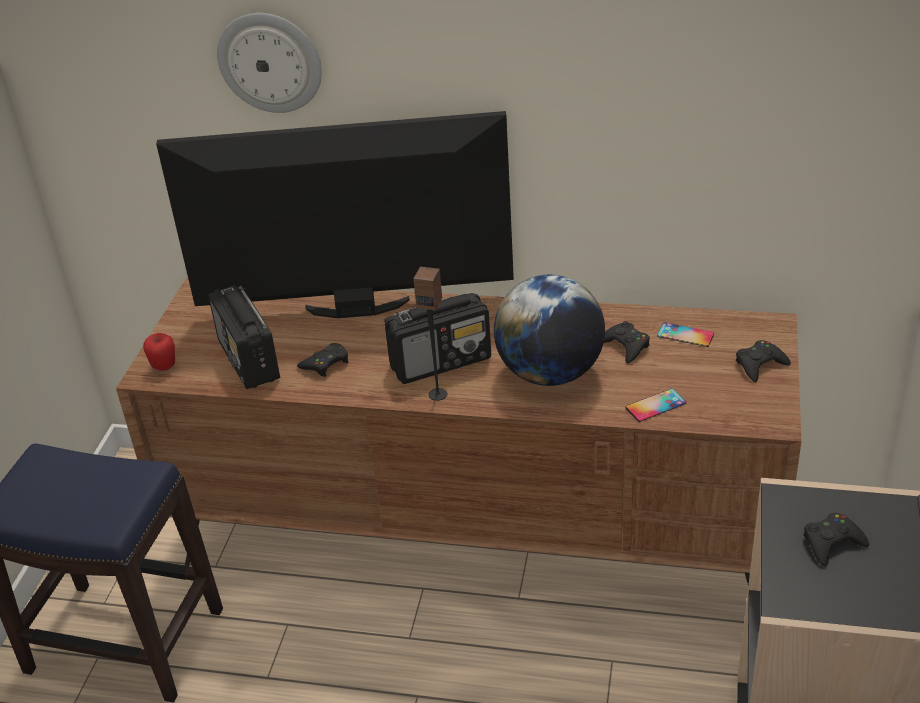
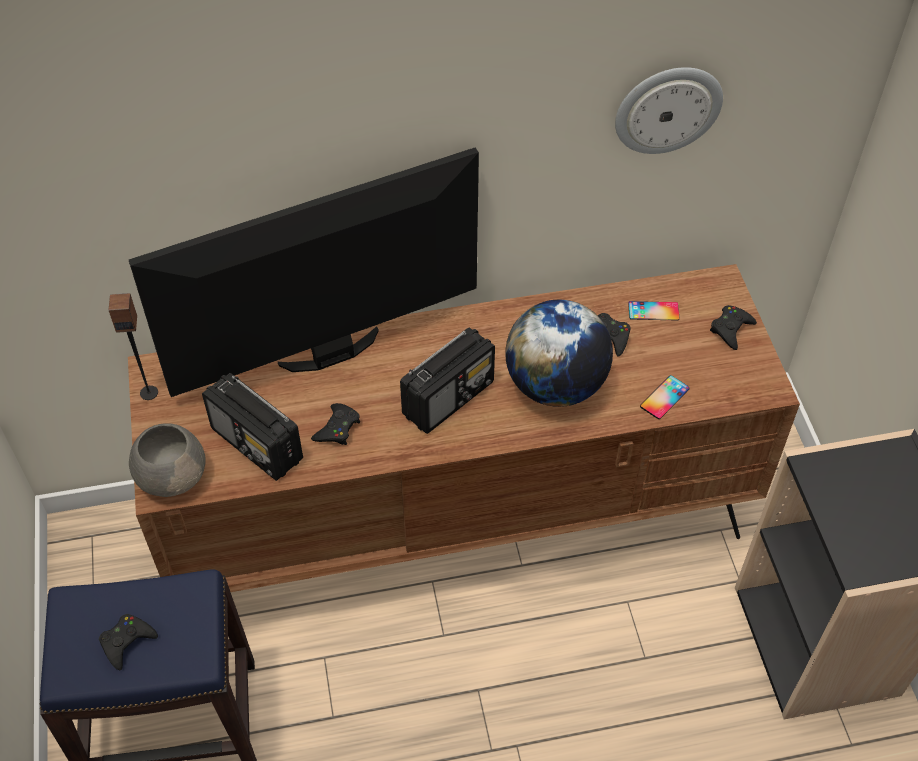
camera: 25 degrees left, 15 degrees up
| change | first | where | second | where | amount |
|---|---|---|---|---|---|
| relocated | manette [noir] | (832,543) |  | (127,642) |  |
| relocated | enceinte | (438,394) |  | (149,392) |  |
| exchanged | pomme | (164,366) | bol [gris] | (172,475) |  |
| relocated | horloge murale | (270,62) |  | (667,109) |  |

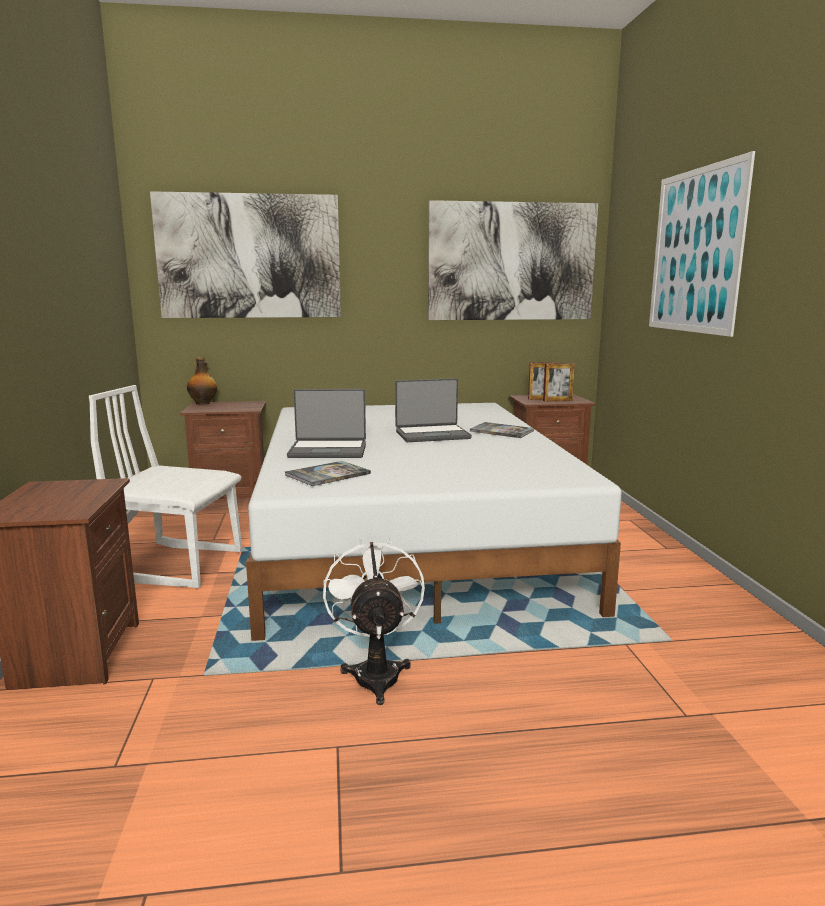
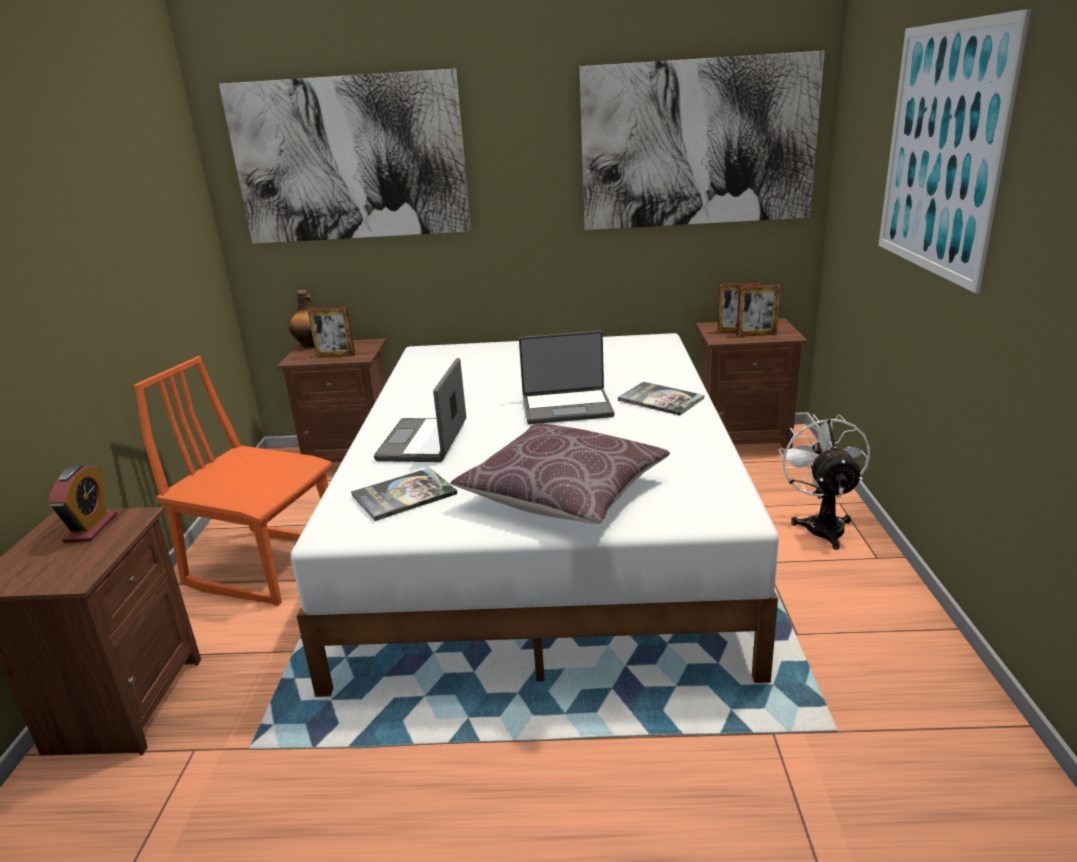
camera: 10 degrees right, 10 degrees up
| change | first | where | second | where | amount |
|---|---|---|---|---|---|
| appeared |  |  | réveil | (91,528) |  |
| colour | chaise [blanc] | (178,564) | chaise [orange] | (266,565) |  |
| appeared |  |  | cadre photo | (335,356) |  |
| spun | ordinateur portable | (328,450) |  | (425,442) | 90 degrees clockwise |
| appeared |  |  | coussin [marron] | (563,493) |  |
| relocated | ventilateur [blanc] | (376,672) |  | (821,525) |  |

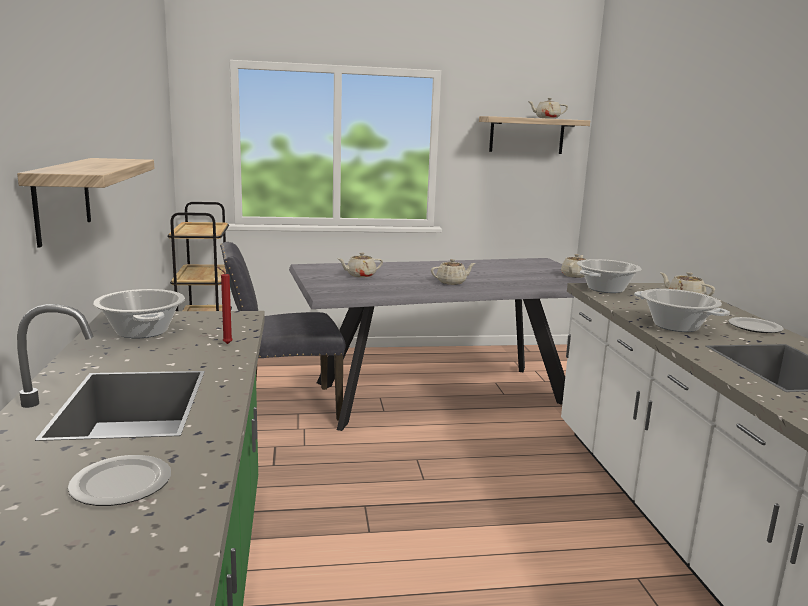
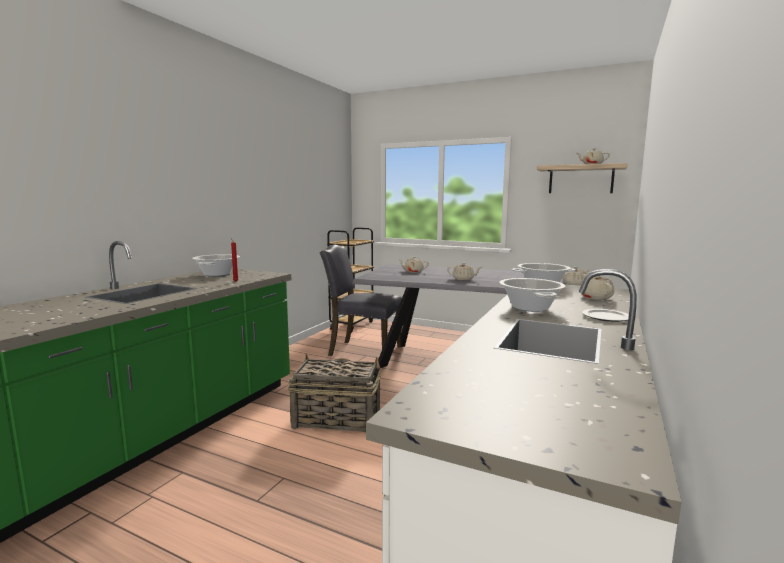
camera: 35 degrees right, 5 degrees down
| change | first | where | second | where | amount |
|---|---|---|---|---|---|
| appeared |  |  | panier | (336,419) |  |
| missing | étagère | (62,199) |  |  |  |
| missing | assiette | (120,485) |  |  |  |

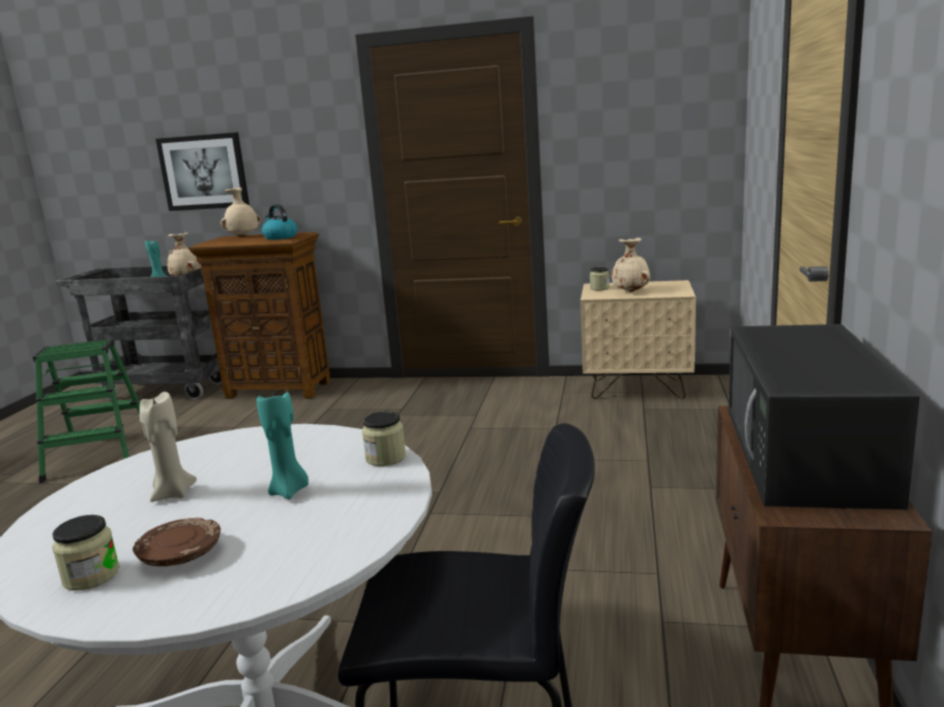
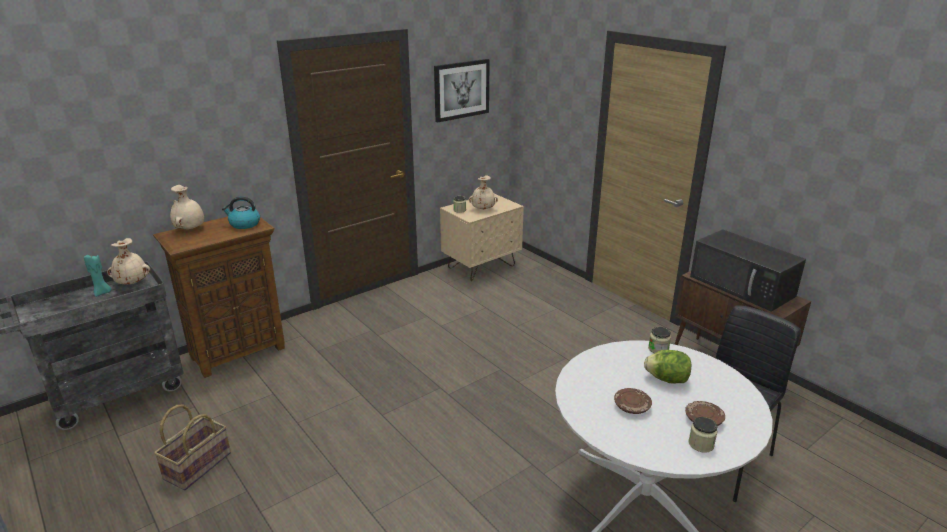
camera: 50 degrees left, 10 degrees up
| change | first | where | second | where | amount |
|---|---|---|---|---|---|
| exchanged | escabeau [vert] | (99,452) | panier | (197,465) |  |
| relocated | tableau | (204,172) |  | (461,90) |  |
| exchanged | bougie [beige] | (172,494) | assiette [marron] | (632,406) |  |
| exchanged | bougie [turquoise] | (289,491) | laitue | (667,379) |  |

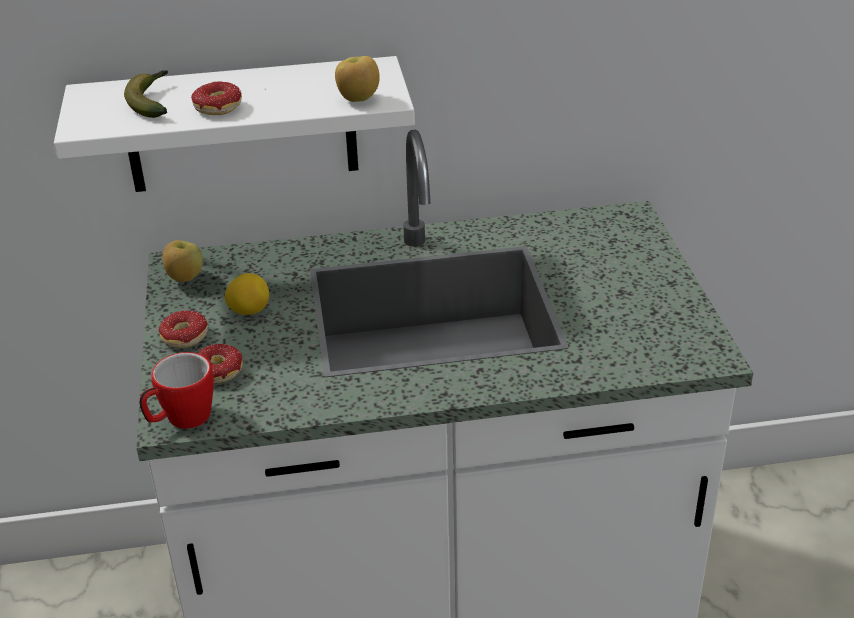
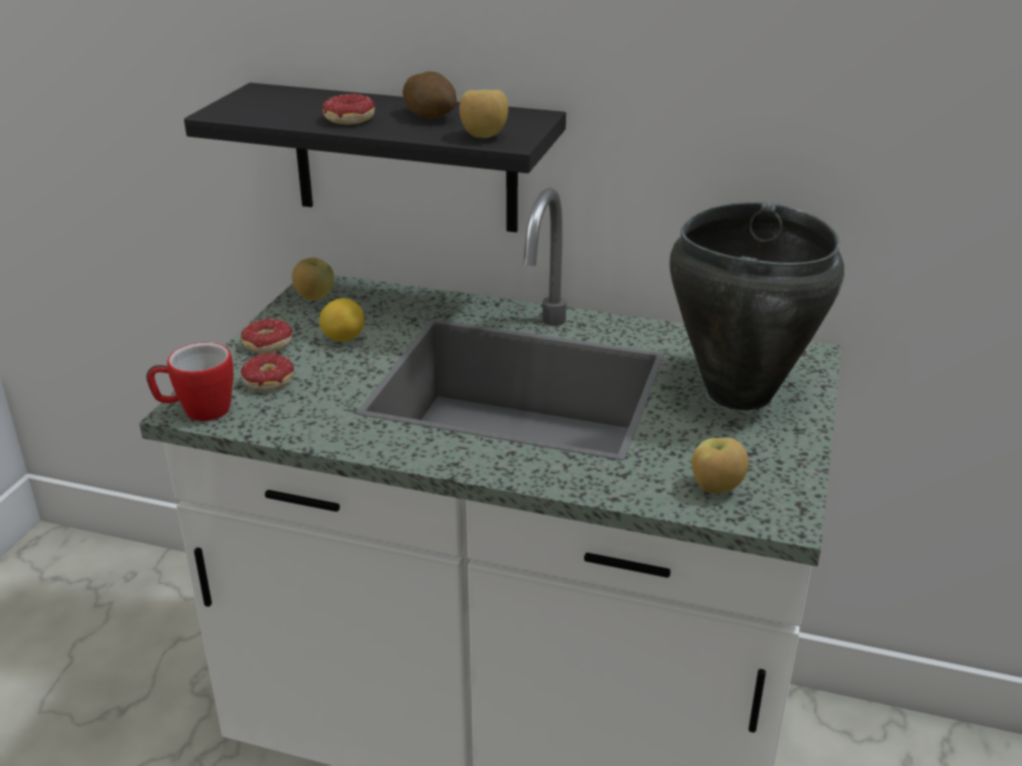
camera: 25 degrees right, 5 degrees down
| change | first | where | second | where | amount |
|---|---|---|---|---|---|
| colour | étagère [blanc] | (241,126) | étagère [noir] | (404,158) |  |
| appeared |  |  | pomme de terre | (431,116) |  |
| appeared |  |  | marmite [noir] | (737,393) |  |
| appeared |  |  | pomme | (716,488) |  |
| missing | banane | (152,101) |  |  |  |

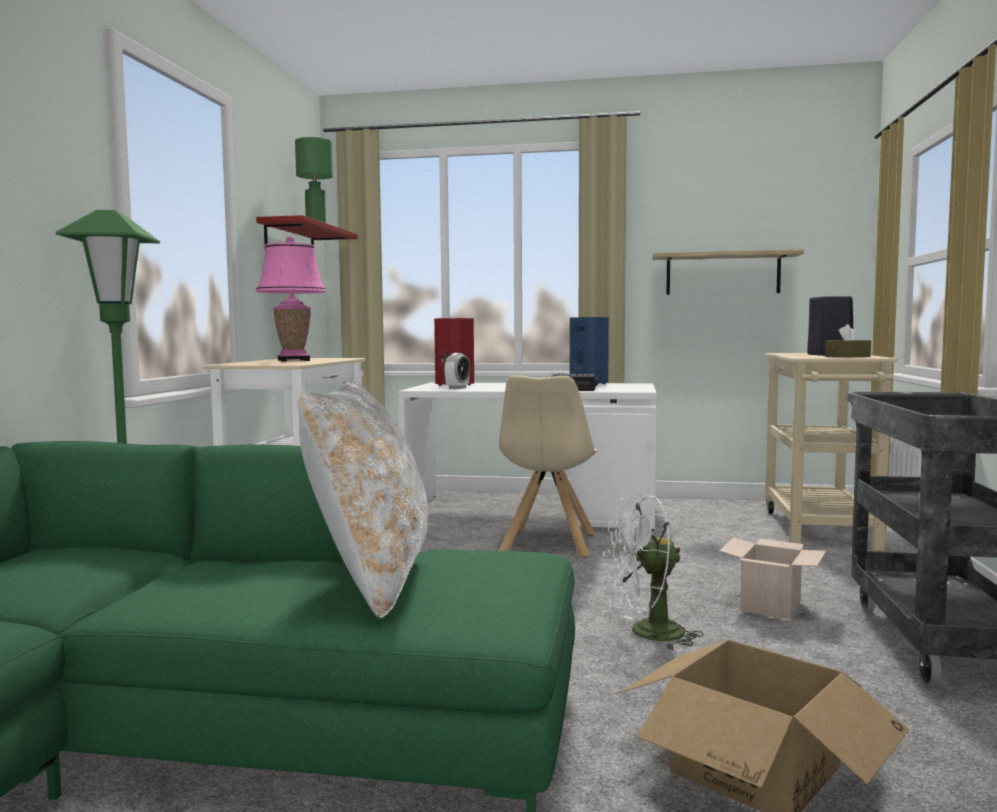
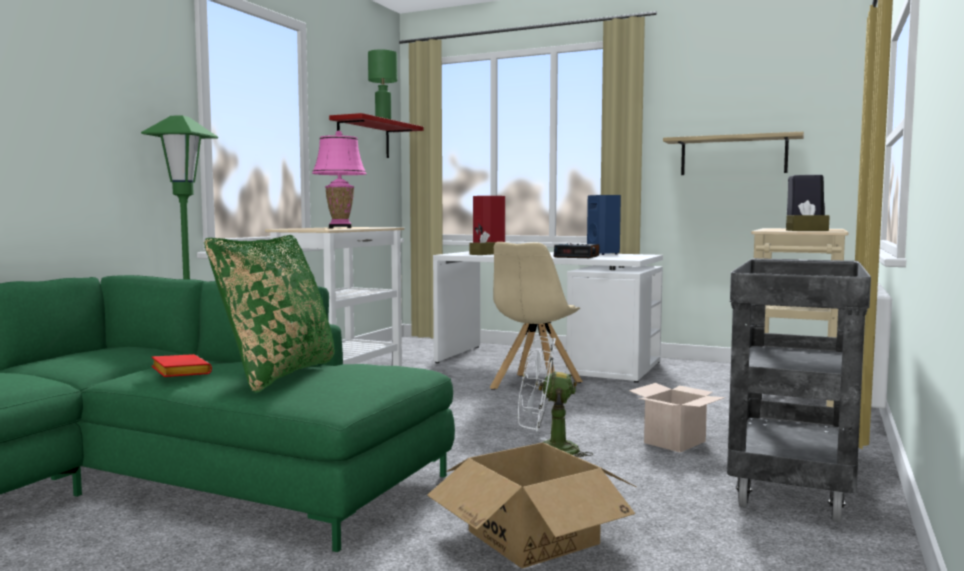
camera: 15 degrees right, 0 degrees up
| change | first | where | second | where | amount |
|---|---|---|---|---|---|
| appeared |  |  | livre [rouge] | (178,372) |  |
| colour | coussin [blanc] | (372,582) | coussin [vert] | (279,375) |  |
| exchanged | réveil | (457,388) | boîte à mouchoirs [marron] | (483,254) |  |

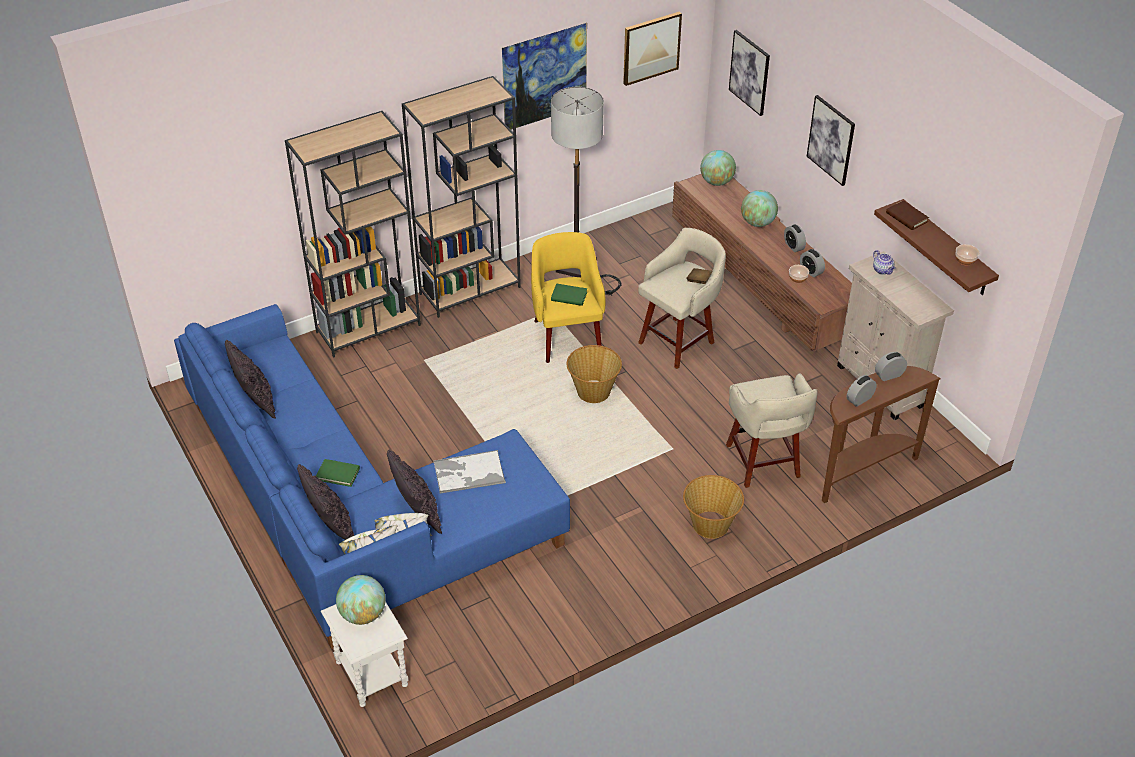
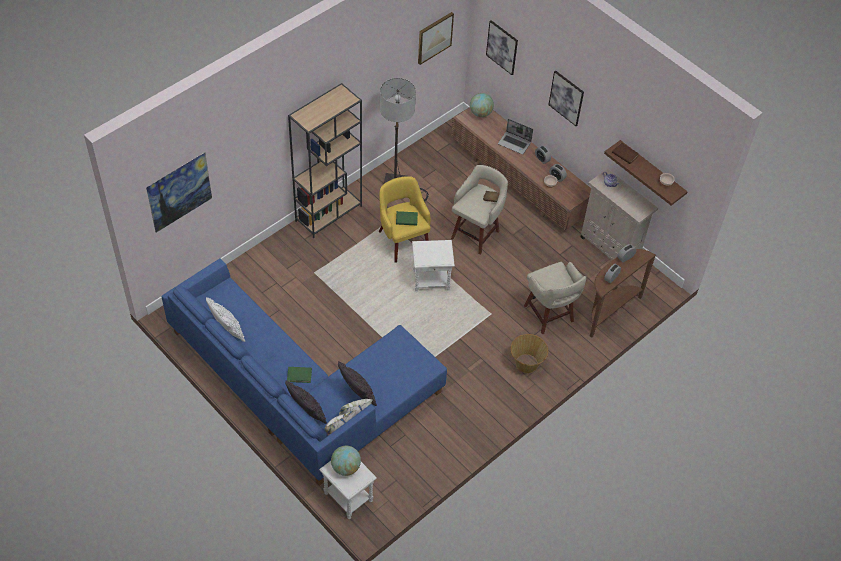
camera: 15 degrees left, 10 degrees up
| change | first | where | second | where | amount |
|---|---|---|---|---|---|
| relocated | tableau | (545,98) |  | (182,204) |  |
| colour | coussin [noir] | (256,400) | coussin [blanc] | (228,330) |  |
| exchanged | panier | (593,391) | table d'appoint [blanc] | (431,279) |  |
| exchanged | globe | (757,223) | ordinateur portable | (515,143) |  |
| missing | bibliothèque | (368,328) |  |  |  |
| missing | plateau | (468,473) |  |  |  |

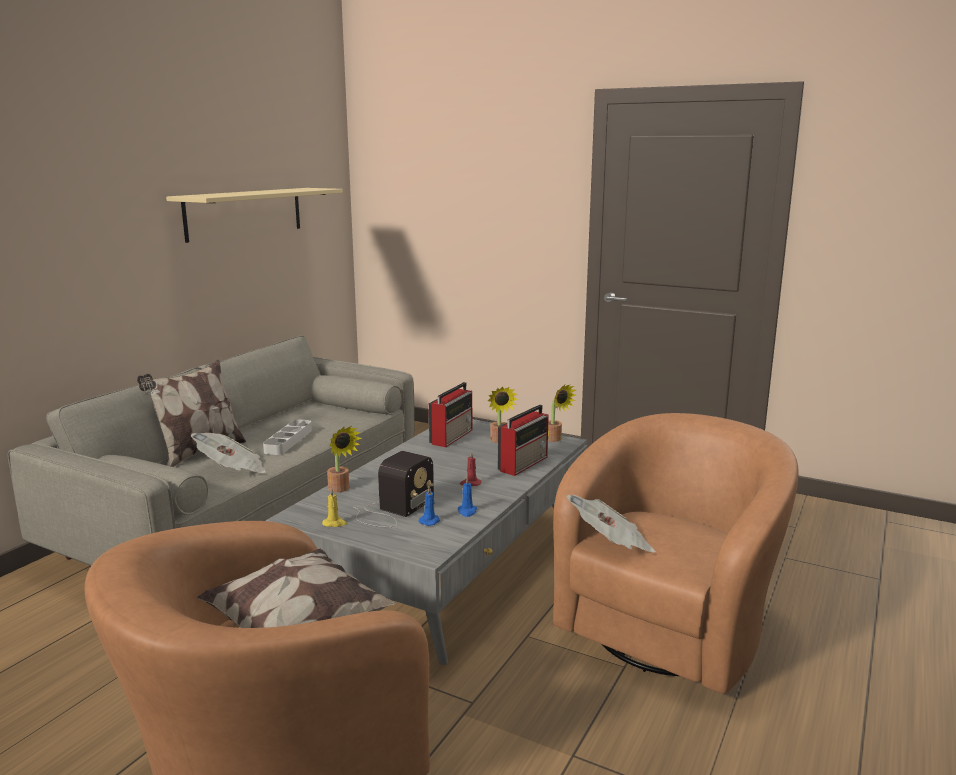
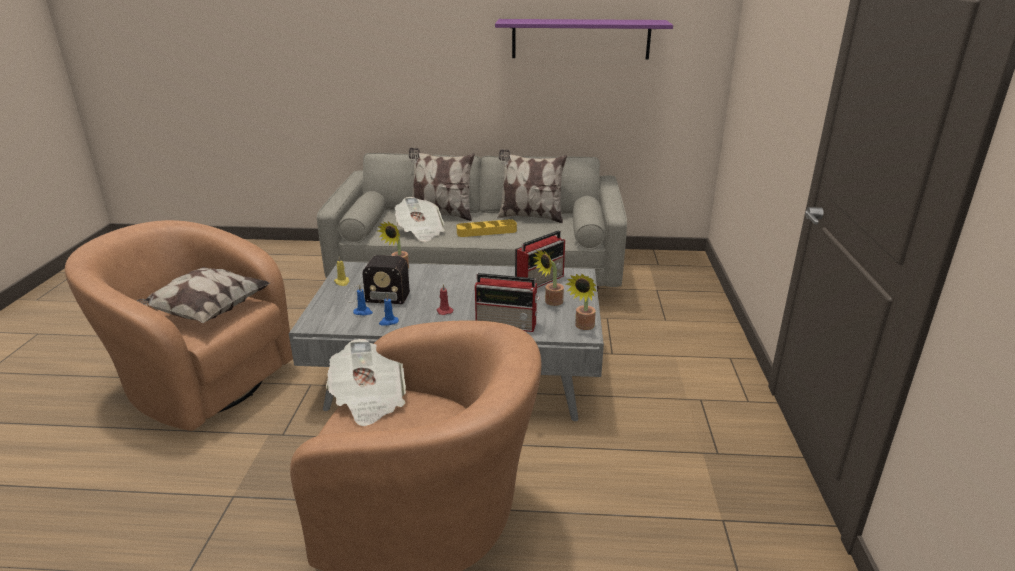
camera: 65 degrees right, 10 degrees up
| change | first | where | second | where | amount |
|---|---|---|---|---|---|
| colour | plateau [gris] | (288,441) | plateau [jaune] | (486,231) |  |
| colour | étagère [beige] | (245,213) | étagère [violet] | (580,39) |  |
| appeared |  |  | coussin | (530,217) |  |
| spun | radio | (452,436) |  | (540,280) | 45 degrees counterclockwise |

